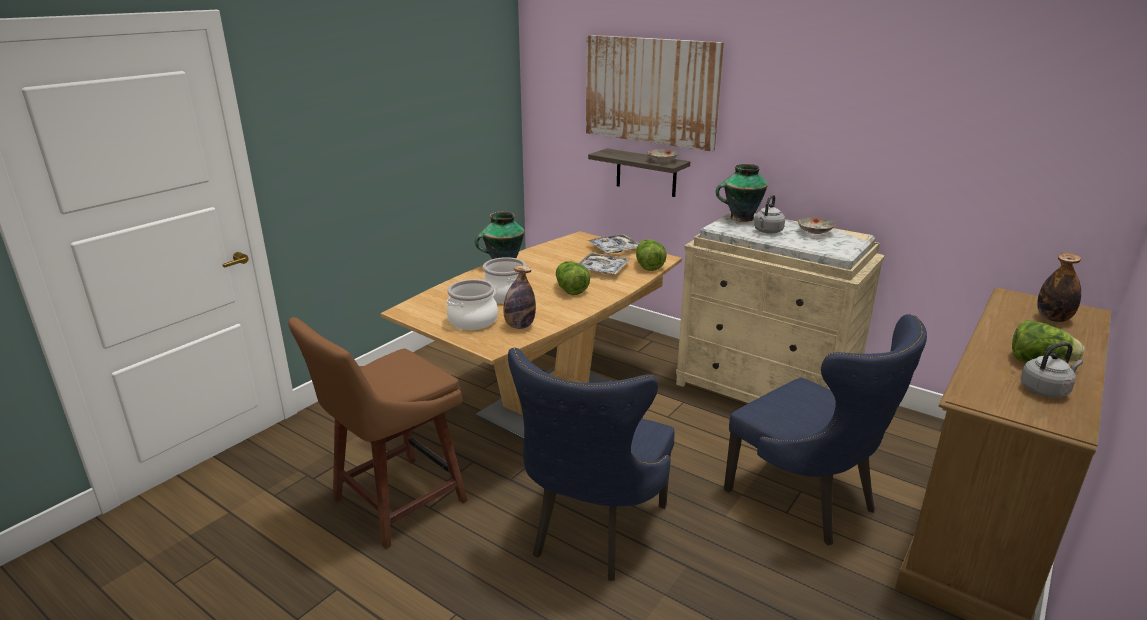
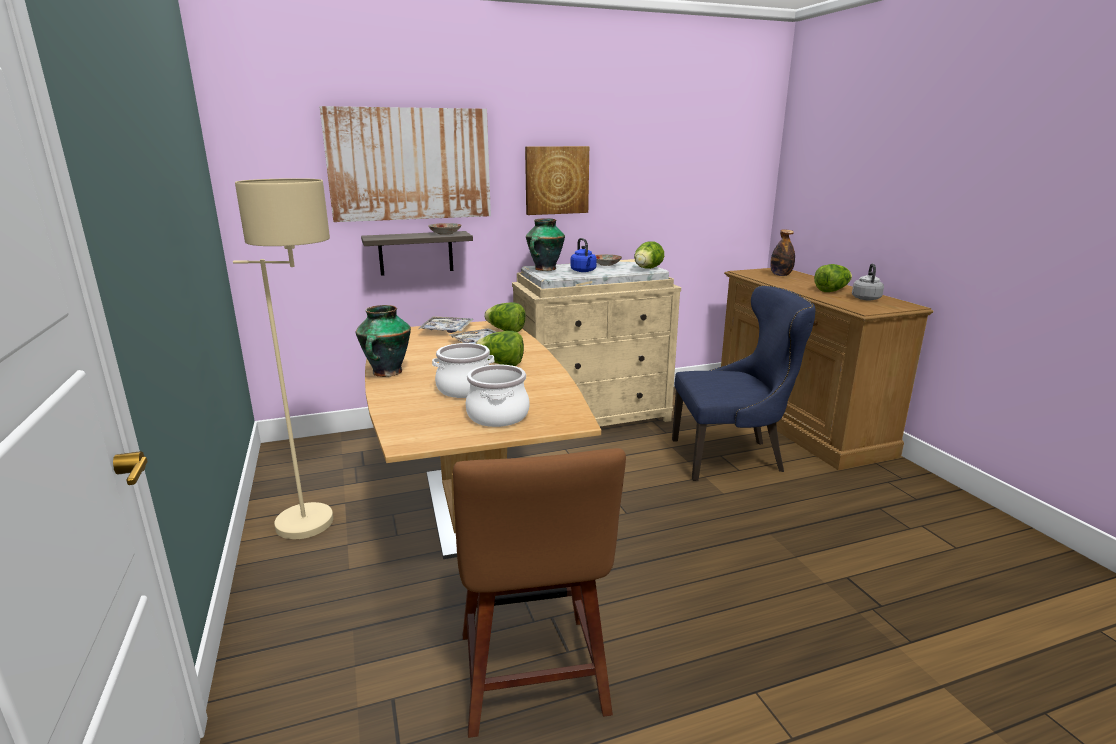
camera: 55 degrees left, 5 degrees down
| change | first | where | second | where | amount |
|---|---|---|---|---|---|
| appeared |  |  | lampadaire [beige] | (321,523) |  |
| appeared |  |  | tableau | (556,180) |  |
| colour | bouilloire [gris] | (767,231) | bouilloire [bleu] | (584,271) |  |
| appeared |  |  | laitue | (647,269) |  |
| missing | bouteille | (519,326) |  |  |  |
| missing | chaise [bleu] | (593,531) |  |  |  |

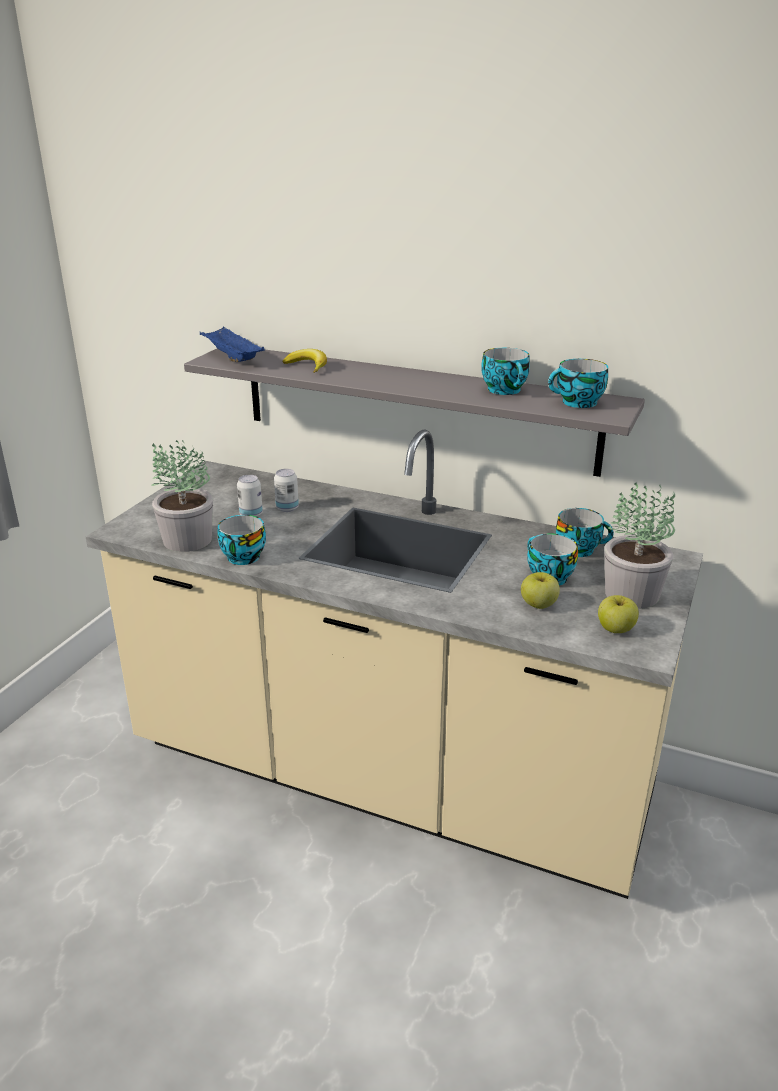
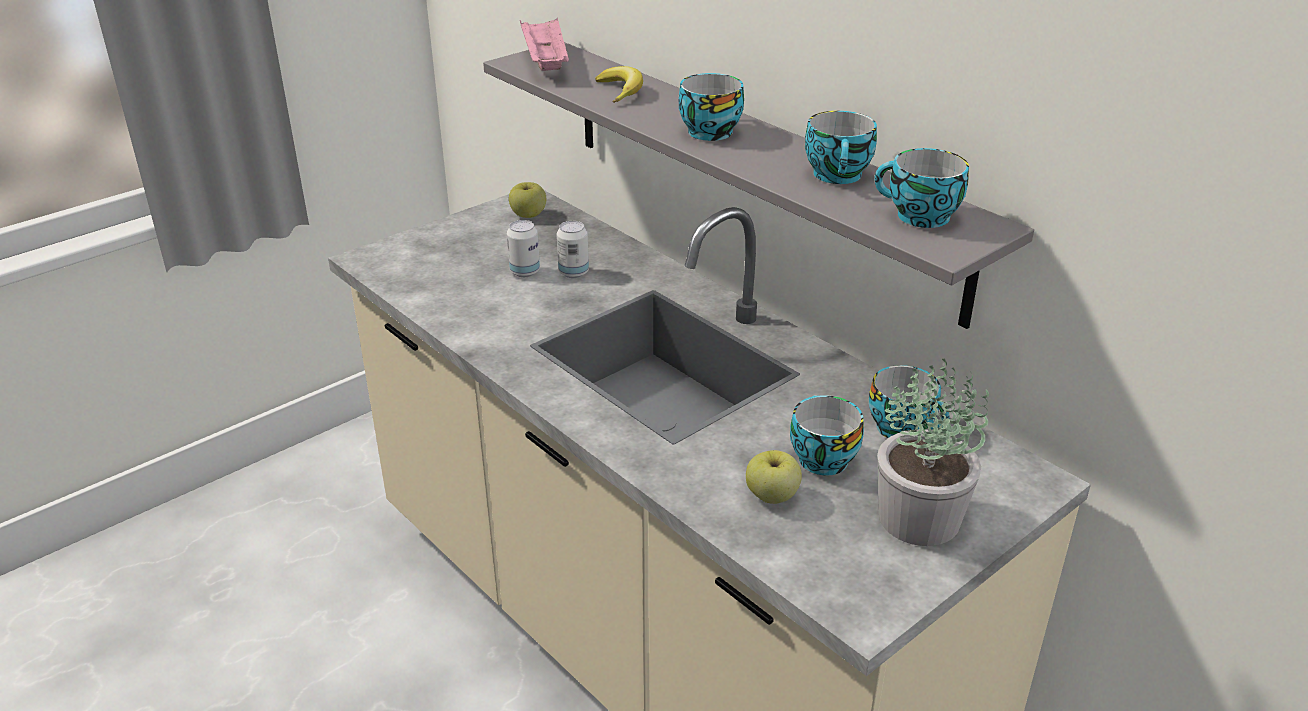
camera: 25 degrees right, 5 degrees up
| change | first | where | second | where | amount |
|---|---|---|---|---|---|
| relocated | pomme | (616,629) |  | (528,215) |  |
| colour | plateau [bleu] | (231,357) | plateau [rose] | (545,62) |  |
| relocated | tasse | (242,556) |  | (709,131) |  |
| missing | plante en pot | (186,540) |  |  |  |

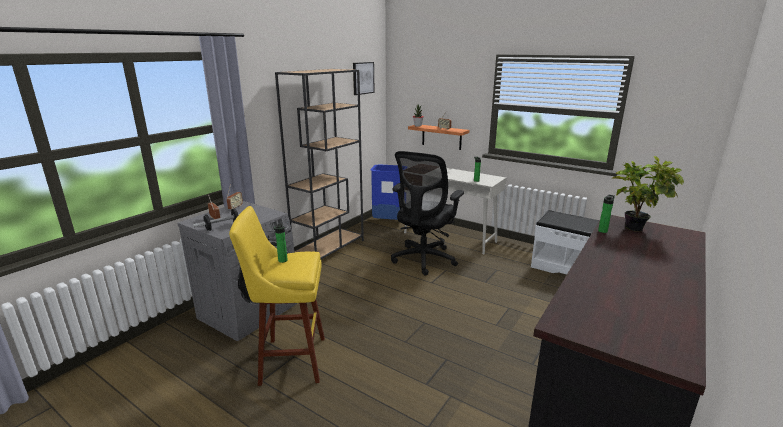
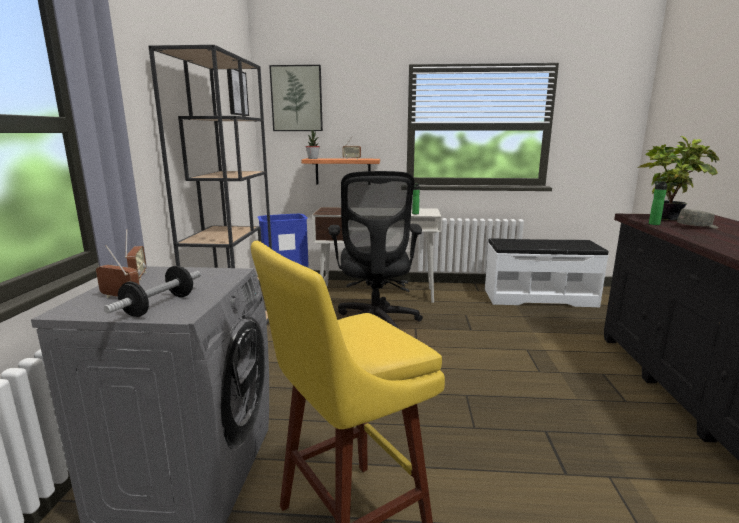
camera: 30 degrees left, 5 degrees down
| change | first | where | second | where | amount |
|---|---|---|---|---|---|
| appeared |  |  | tableau | (297,98) |  |
| appeared |  |  | casquette [gris] | (697,227) |  |
| missing | bouteille | (282,261) |  |  |  |

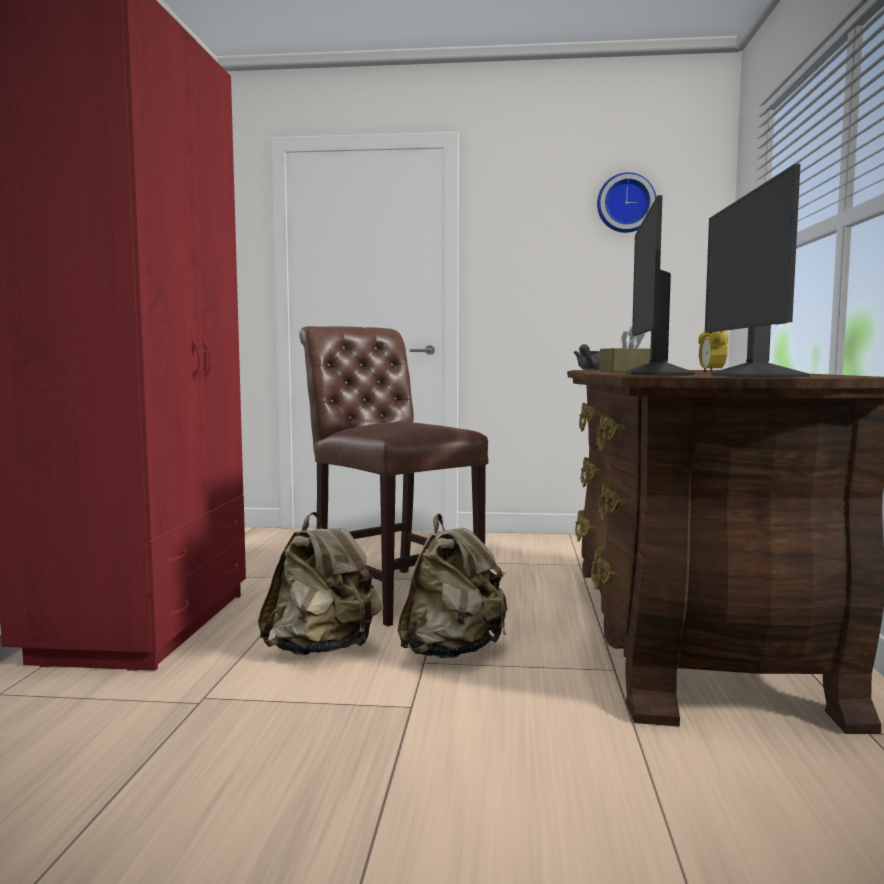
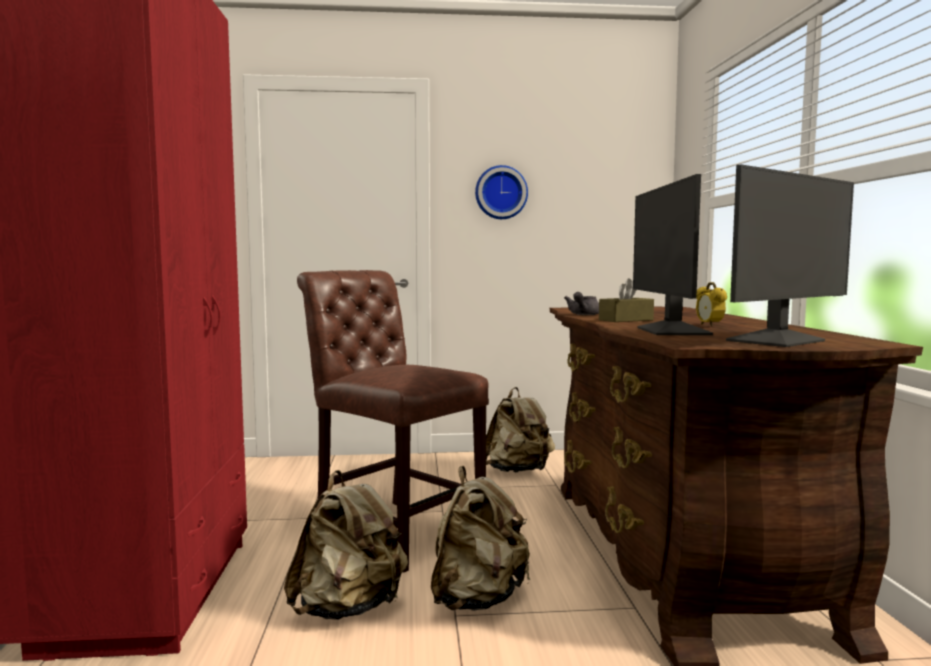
camera: 10 degrees left, 0 degrees up
| change | first | where | second | where | amount |
|---|---|---|---|---|---|
| relocated | horloge murale | (625,203) |  | (501,193) |  |
| appeared |  |  | sac à dos [beige] | (518,471) |  |
| spun | écran d'ordinateur | (754,375) |  | (778,341) | 120 degrees counterclockwise |

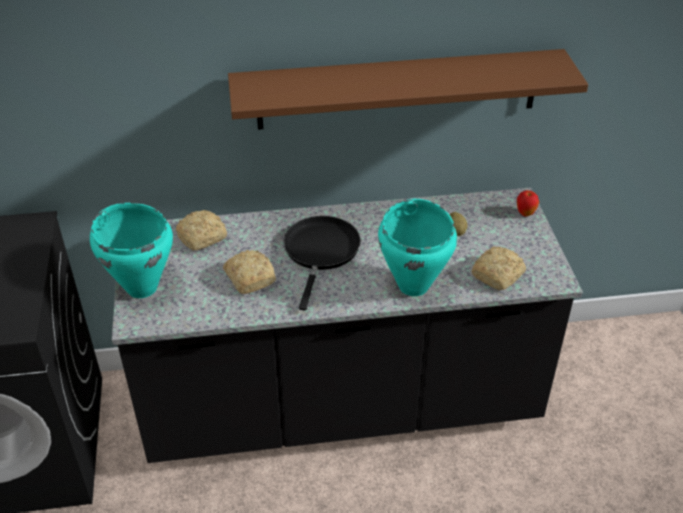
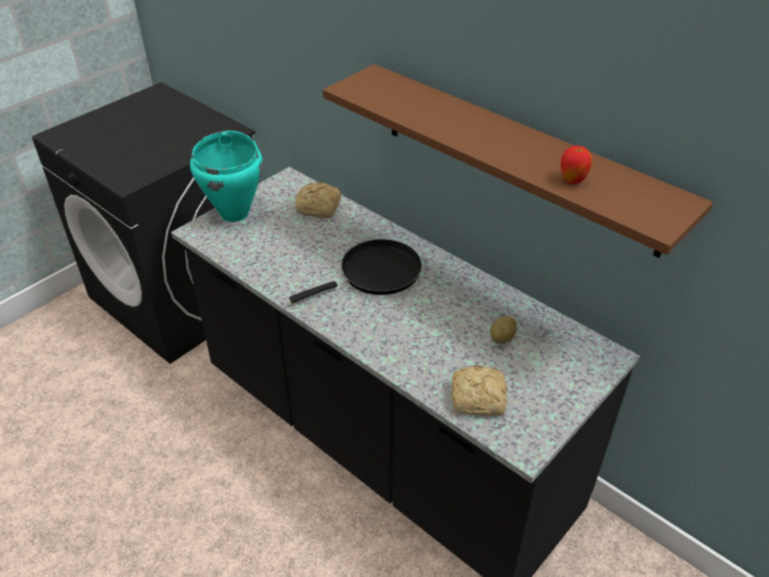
camera: 50 degrees right, 0 degrees up
| change | first | where | second | where | amount |
|---|---|---|---|---|---|
| relocated | pomme | (525,213) |  | (572,181) |  |
| missing | pain | (250,277) |  |  |  |
| missing | marmite [turquoise] | (414,285) |  |  |  |

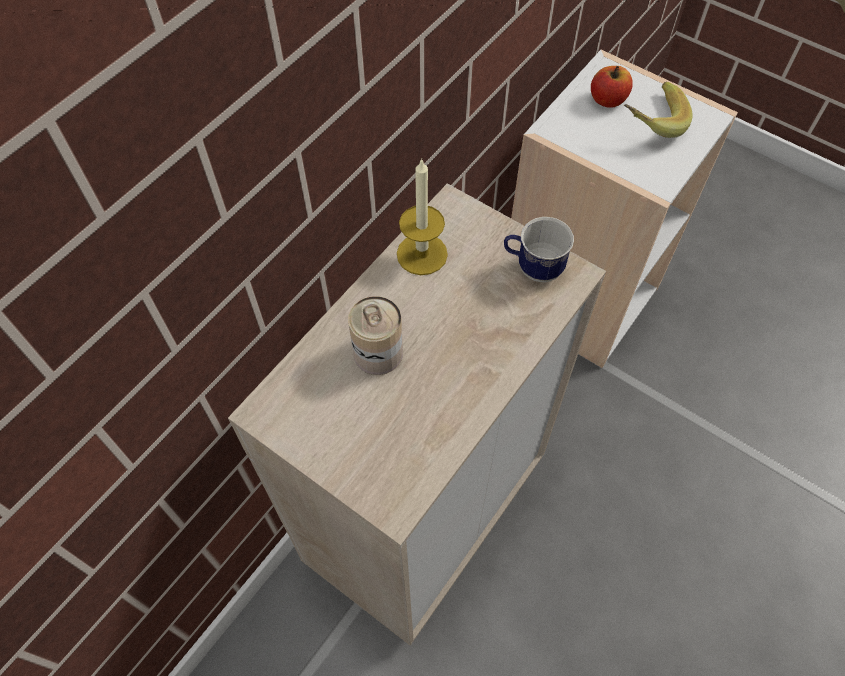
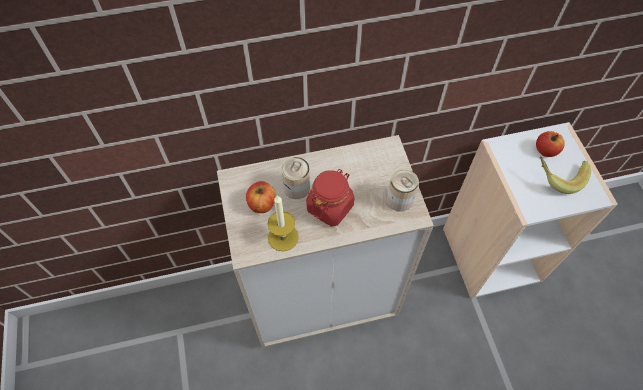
camera: 40 degrees right, 0 degrees up
| change | first | where | second | where | amount |
|---|---|---|---|---|---|
| appeared |  |  | pomme | (262,204) |  |
| relocated | bougie | (422,254) |  | (283,237) |  |
| appeared |  |  | bocal [rouge] | (330,207) |  |
| exchanged | mug | (533,268) | boîte métallique | (399,199) |  |

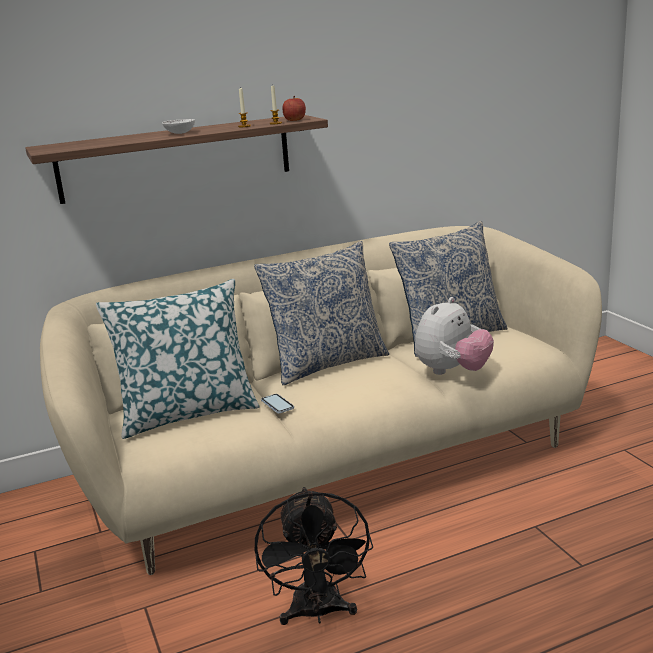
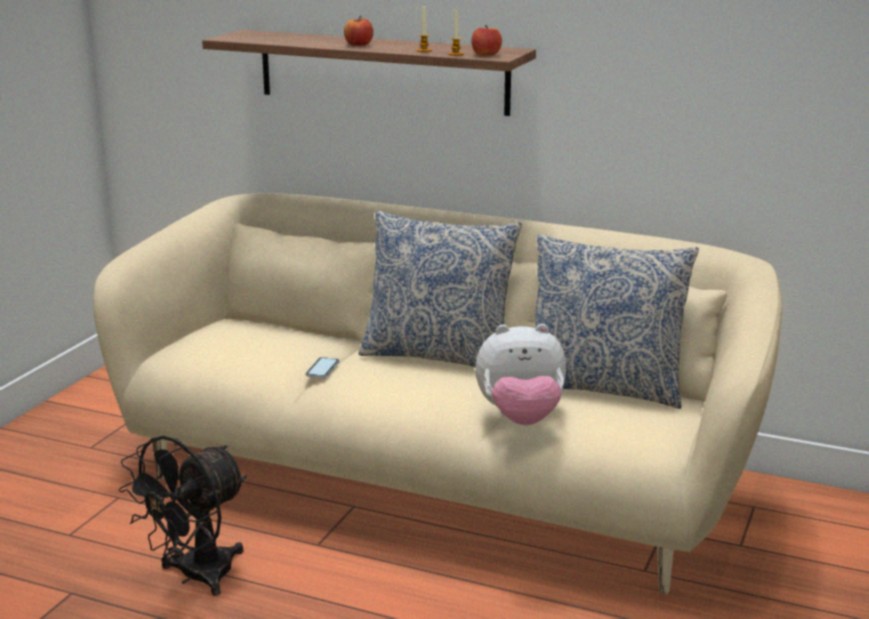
camera: 45 degrees right, 0 degrees up
| change | first | where | second | where | amount |
|---|---|---|---|---|---|
| exchanged | bol [blanc] | (180,133) | pomme | (358,45) |  |
| missing | coussin | (188,413) |  |  |  |

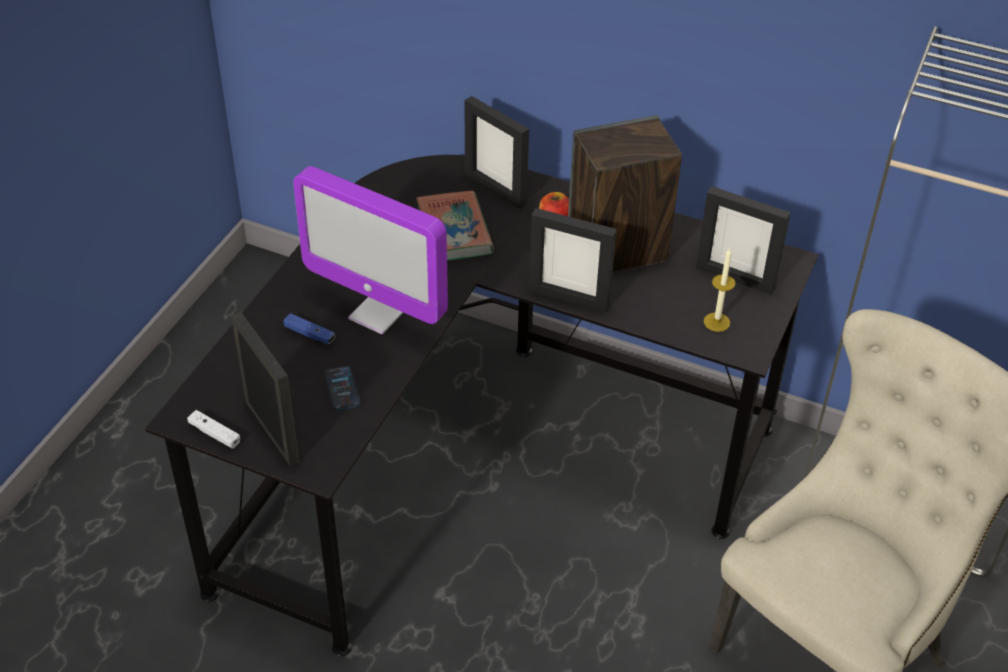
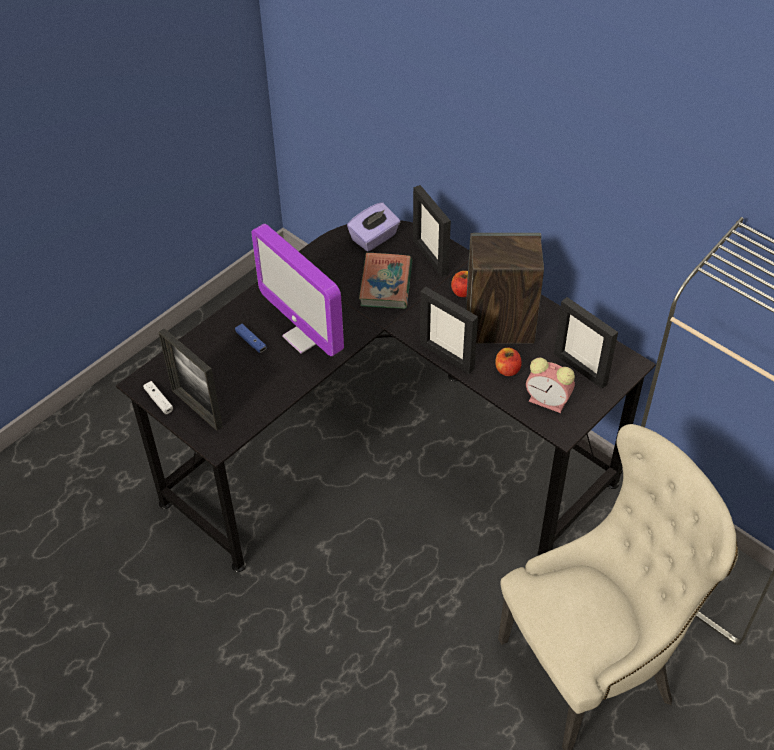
camera: 20 degrees right, 5 degrees up
| change | first | where | second | where | amount |
|---|---|---|---|---|---|
| spun | cadre photo | (272,432) |  | (197,408) | 150 degrees clockwise |
| appeared |  |  | boîte à mouchoirs [violet] | (374,238) |  |
| appeared |  |  | pomme | (507,369) |  |
| exchanged | bougie | (716,322) | réveil | (549,401) |  |
| missing | téléphone | (342,388) |  |  |  |

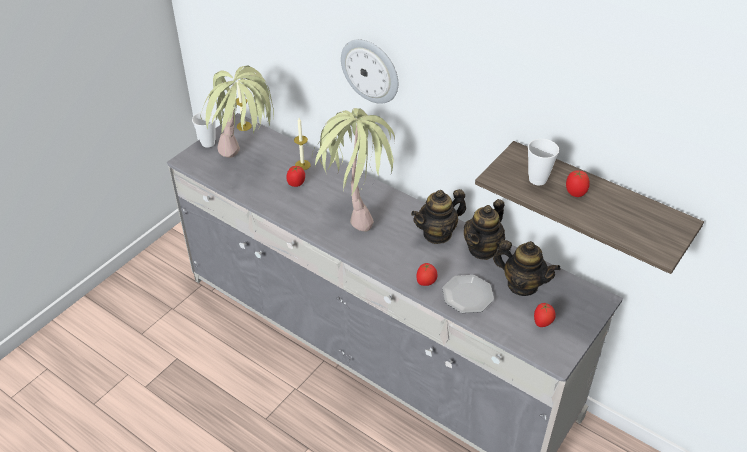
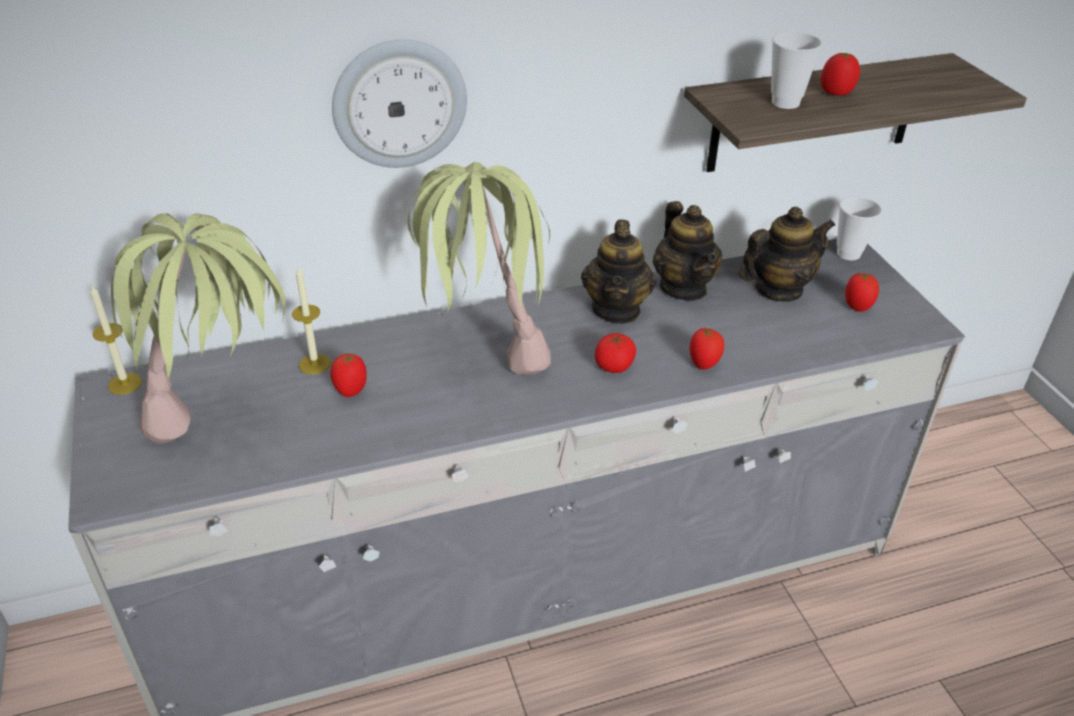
camera: 55 degrees left, 5 degrees down
| change | first | where | second | where | amount |
|---|---|---|---|---|---|
| appeared |  |  | tomate | (614,366) |  |
| relocated | tasse | (208,143) |  | (848,254) |  |
| missing | assiette | (467,295) |  |  |  |

